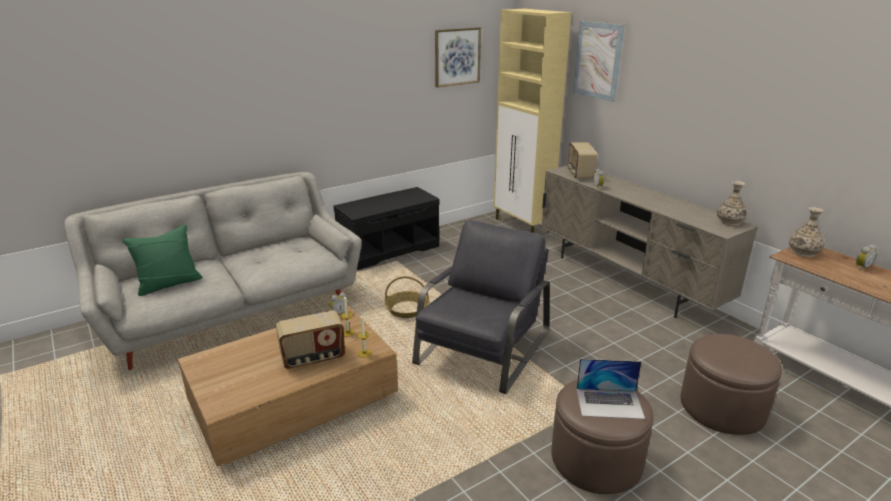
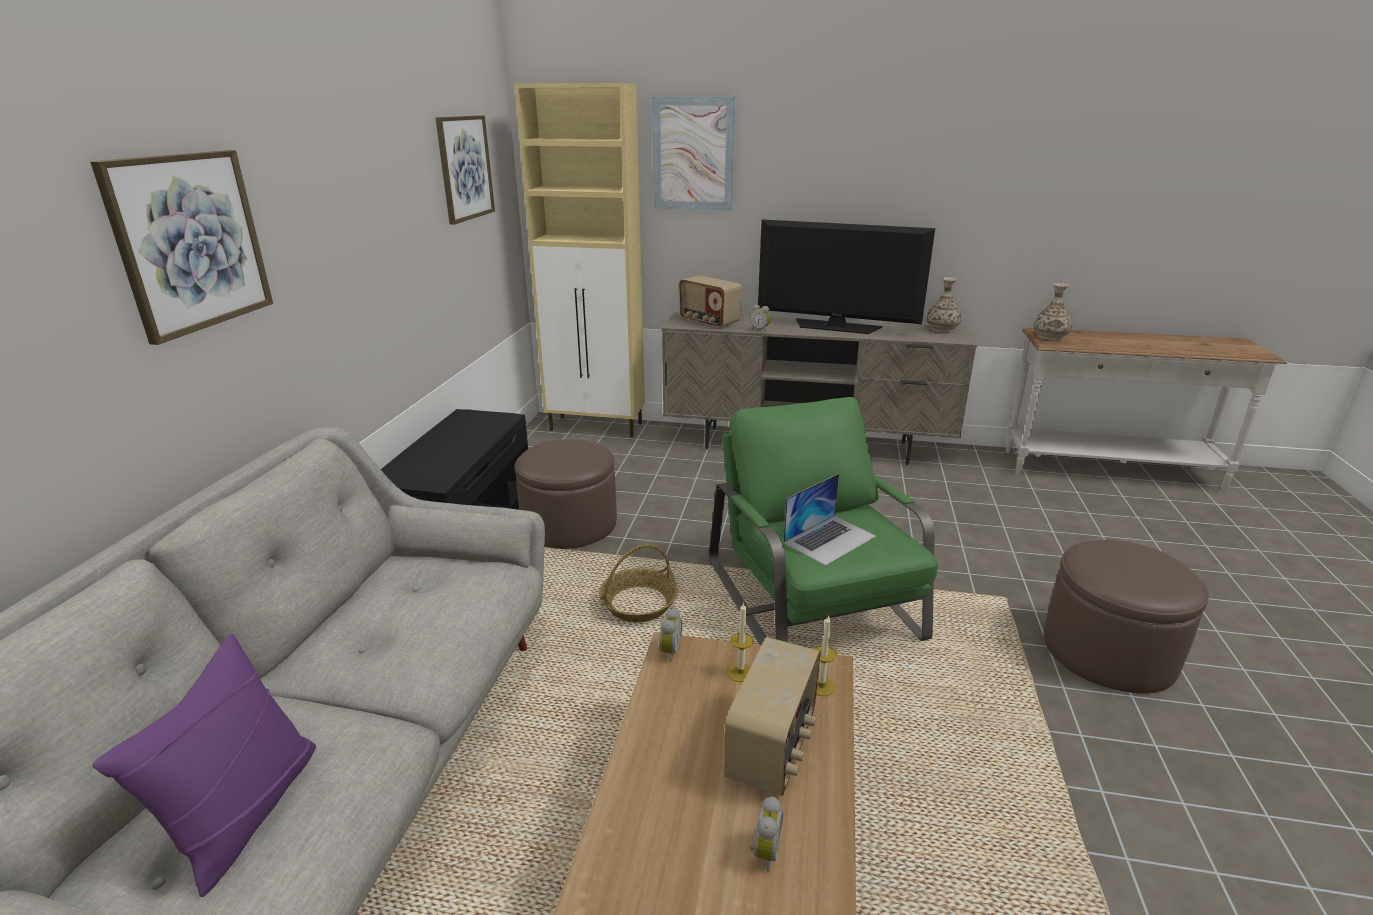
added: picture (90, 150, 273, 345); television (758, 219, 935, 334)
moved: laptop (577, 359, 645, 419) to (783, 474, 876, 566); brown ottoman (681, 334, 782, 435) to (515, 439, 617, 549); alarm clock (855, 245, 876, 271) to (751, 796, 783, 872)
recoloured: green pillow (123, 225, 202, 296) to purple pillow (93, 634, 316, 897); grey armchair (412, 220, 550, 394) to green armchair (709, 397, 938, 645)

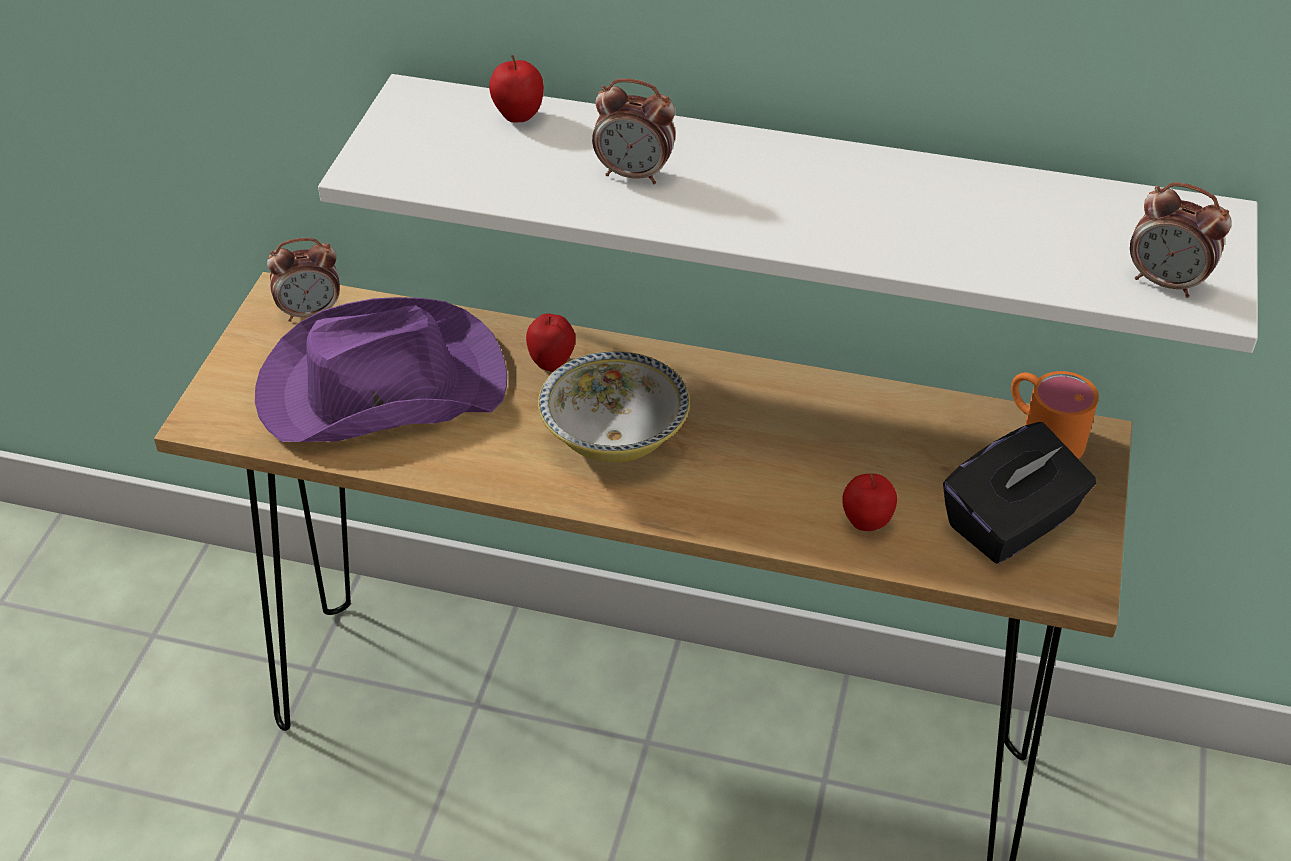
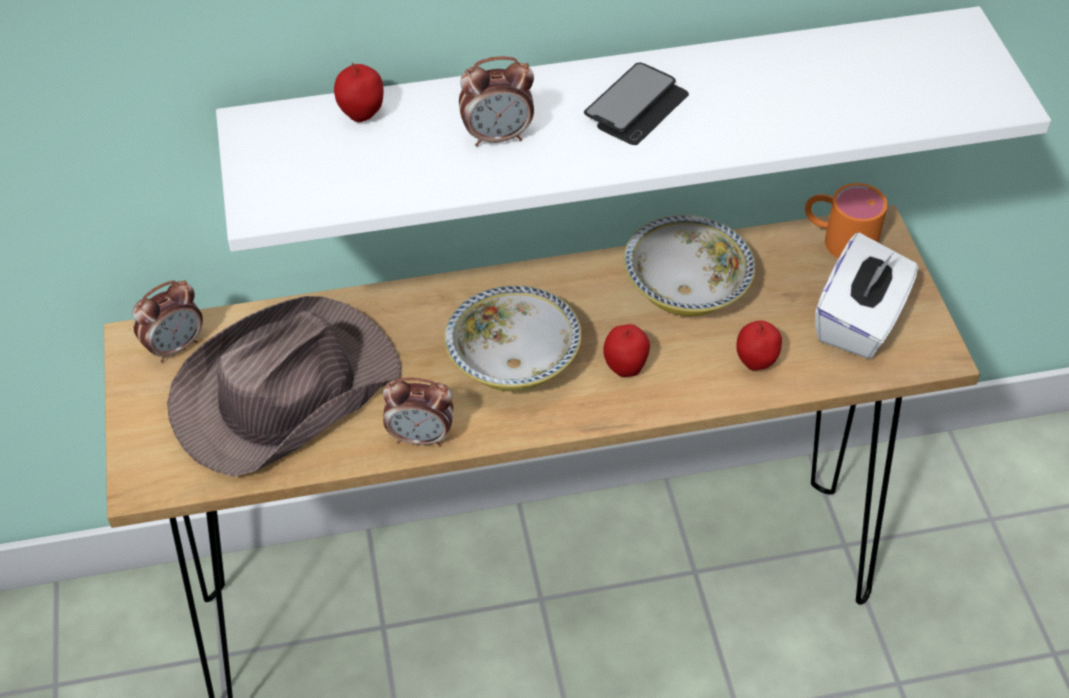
added: phone (584, 63, 689, 145); bowl (624, 215, 755, 316)
moved: apple (526, 314, 575, 372) to (603, 324, 650, 377); alarm clock (1130, 182, 1232, 298) to (383, 377, 453, 447)
recoloured: purple hat (255, 297, 507, 442) to brown hat (167, 296, 402, 477); black tissue box (943, 422, 1096, 564) to white tissue box (815, 233, 918, 359)

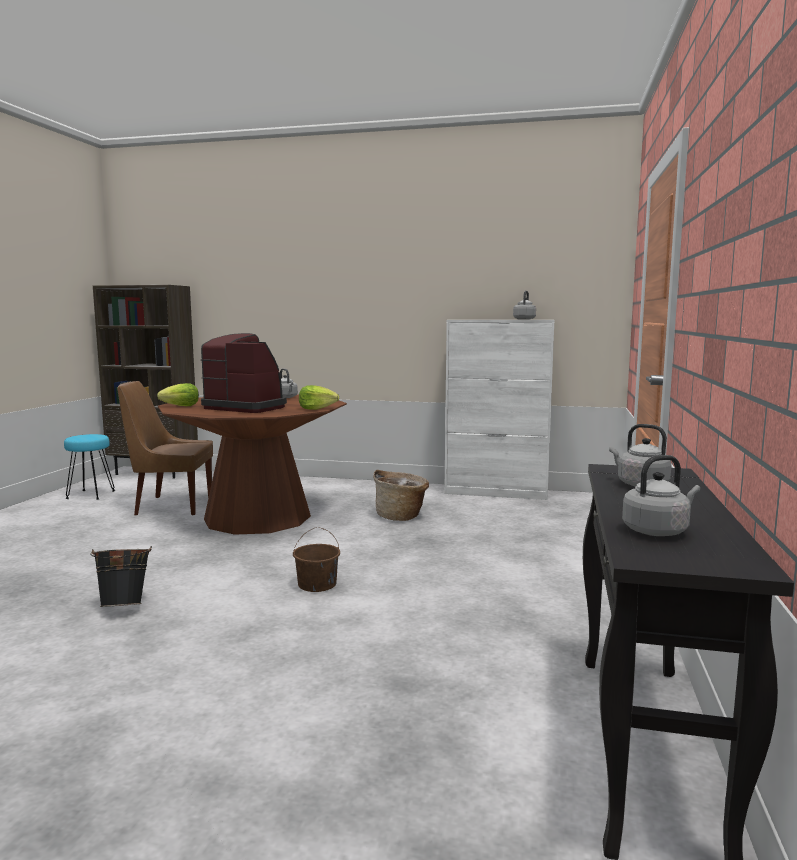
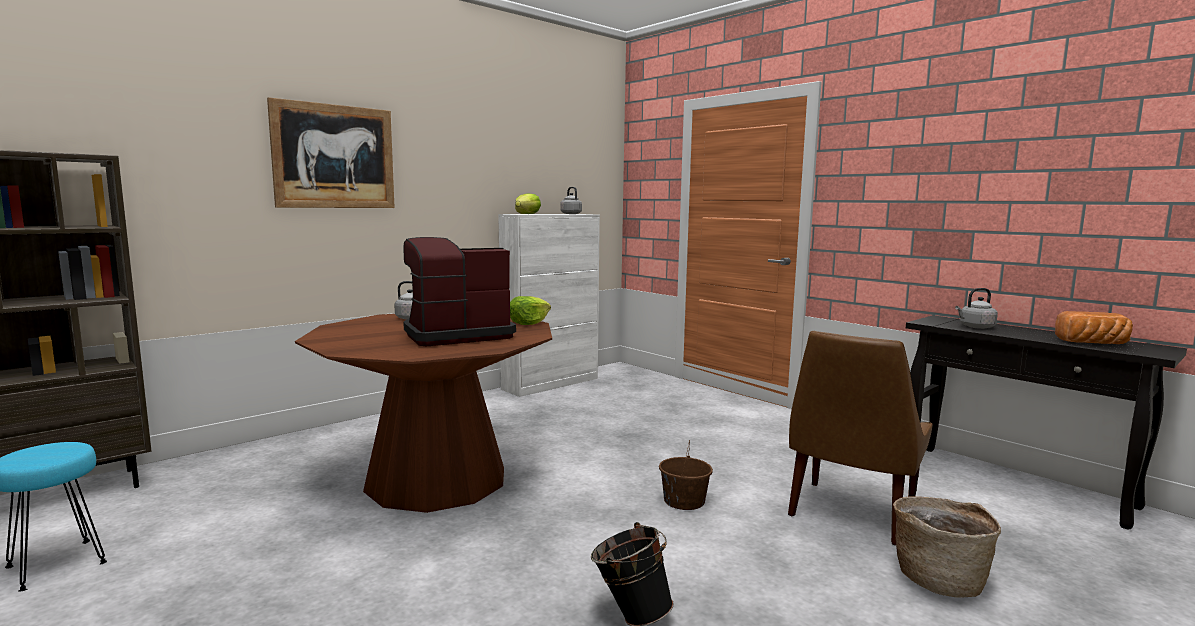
added: picture (267, 97, 395, 208)
moved: brown chair (117, 381, 213, 516) to (788, 331, 933, 546); lettuce (157, 383, 199, 406) to (515, 193, 541, 214); basket (373, 470, 429, 521) to (893, 496, 1001, 598)
replaced: grey kettle (622, 455, 700, 536) to bread (1055, 311, 1133, 344)

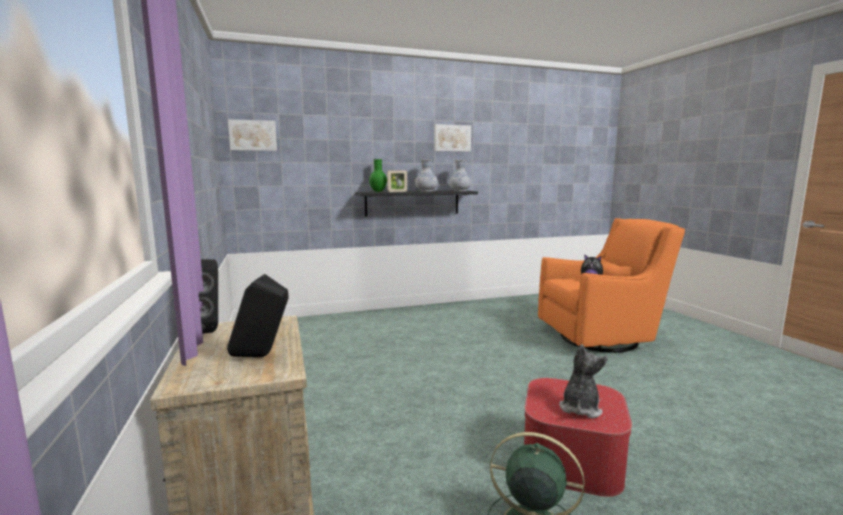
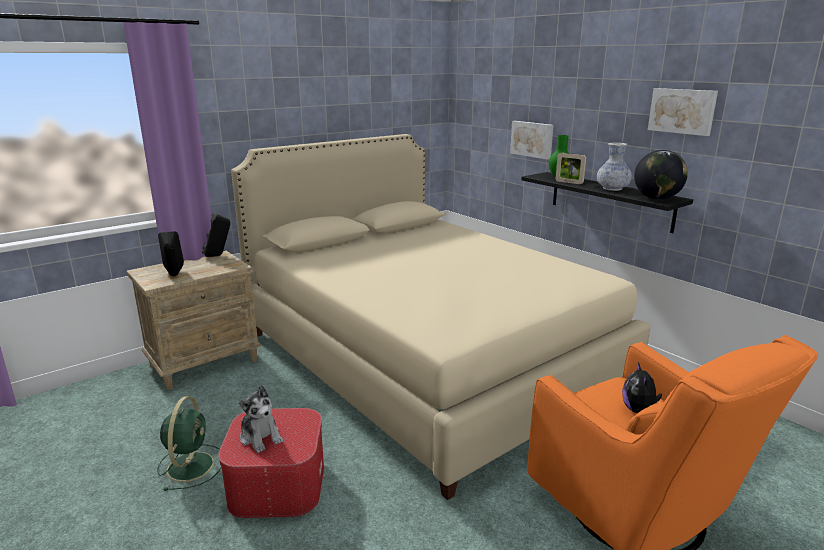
added: beige bed (231, 134, 651, 500)
moved: picture (228, 119, 277, 151) to (510, 121, 554, 160)
replaced: vase (449, 160, 471, 191) to globe (634, 150, 688, 200)
turned: plush toy (559, 344, 608, 418) = (239, 385, 283, 453) 45 degrees clockwise

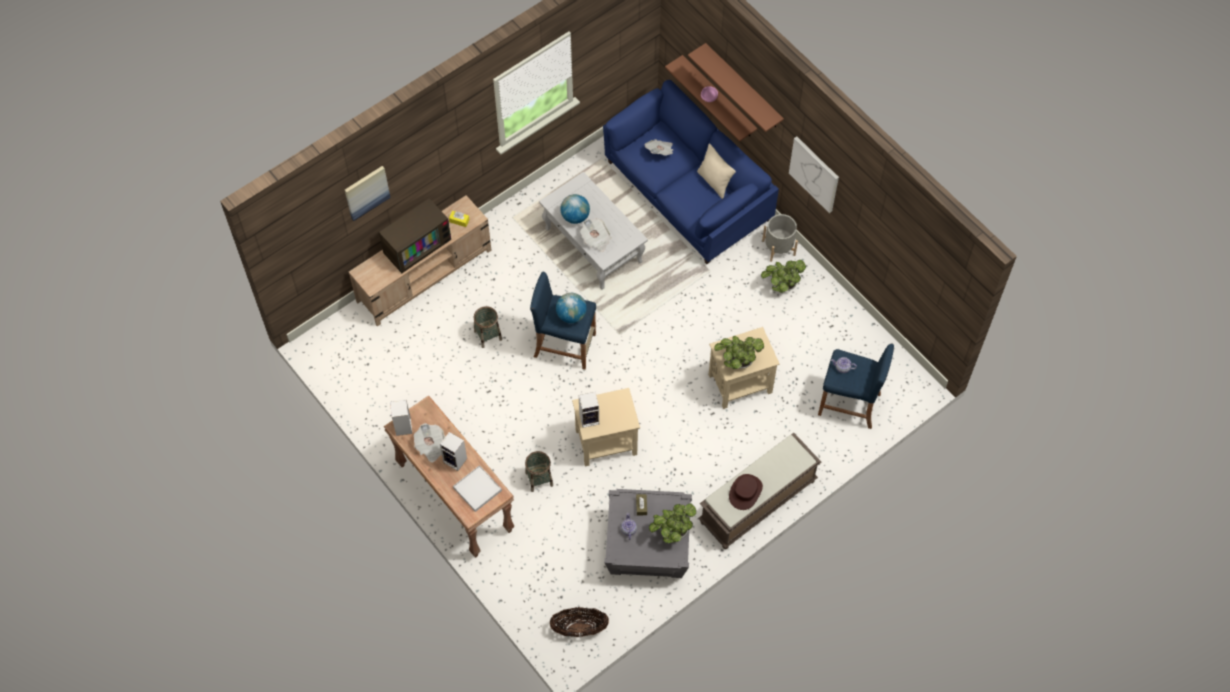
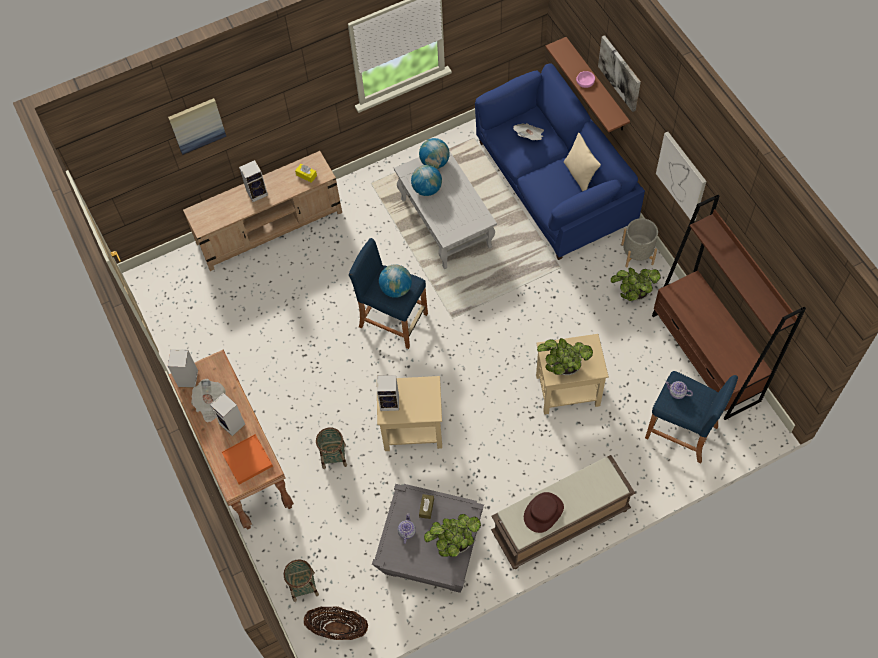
removed: newspaper (580, 218, 612, 252)
added: globe (419, 138, 450, 169); brown bookcase (652, 195, 806, 420)
moved: basket (474, 306, 502, 348) to (284, 559, 319, 602)
replaced: television (379, 198, 451, 273) to speaker (239, 160, 268, 202); brown shelf (688, 43, 784, 132) to picture (598, 35, 641, 112)
recoloured: white tray (453, 465, 502, 512) to orange tray (222, 434, 273, 485)

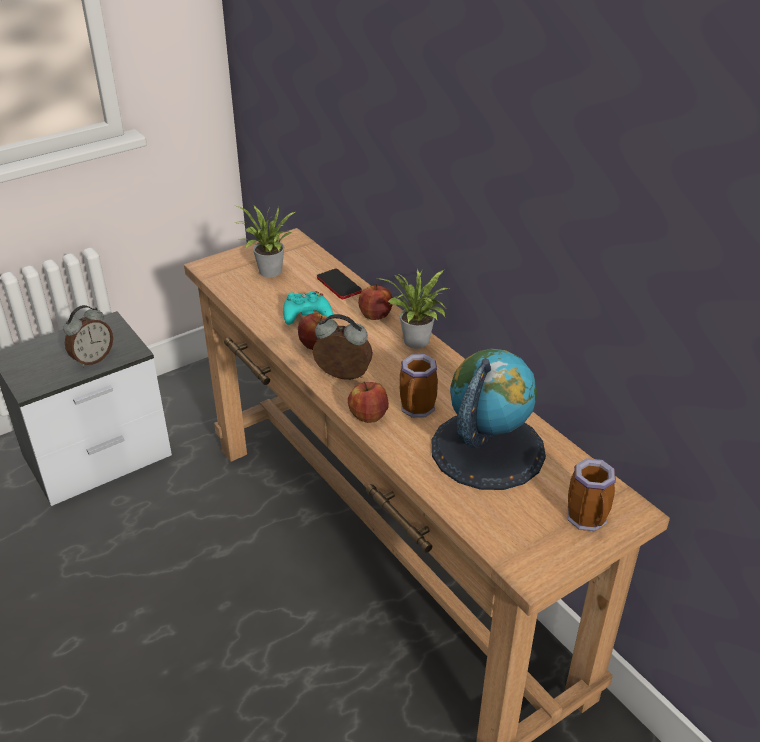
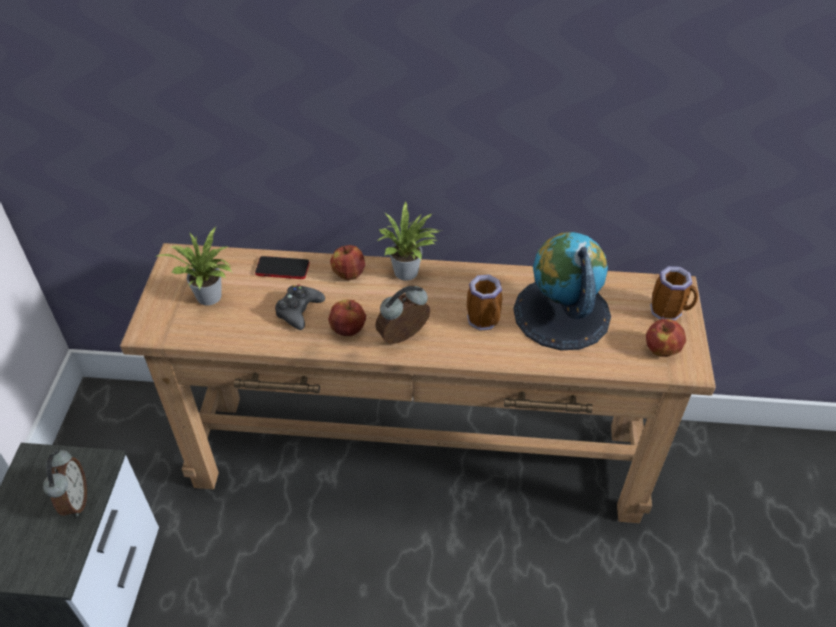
moved: apple (348, 381, 389, 423) to (646, 319, 686, 357)
recoloured: turquoise game controller (283, 291, 333, 325) to black game controller (275, 284, 325, 330)

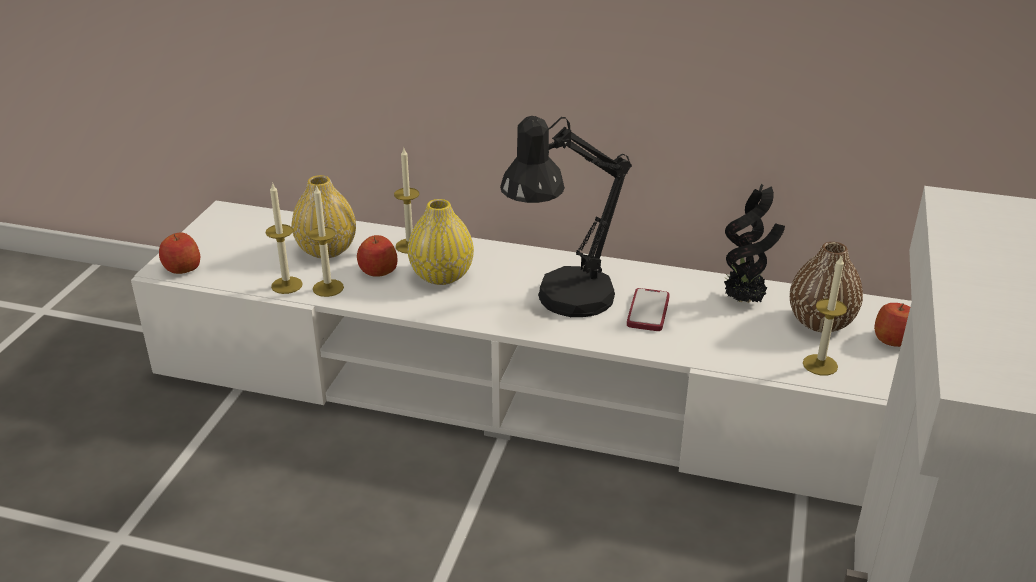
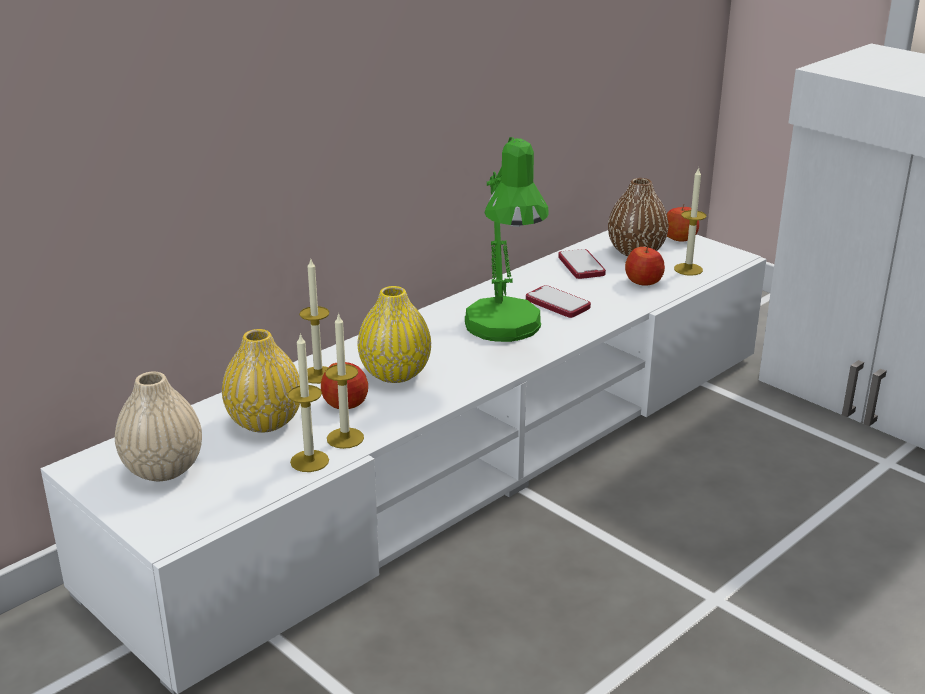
added: beige vase (115, 372, 202, 481)
moved: apple (159, 233, 200, 274) to (625, 246, 665, 286)
replaced: potted plant (724, 184, 785, 303) to phone (558, 249, 606, 279)
recoloured: black table lamp (500, 116, 632, 317) to green table lamp (465, 137, 549, 342)

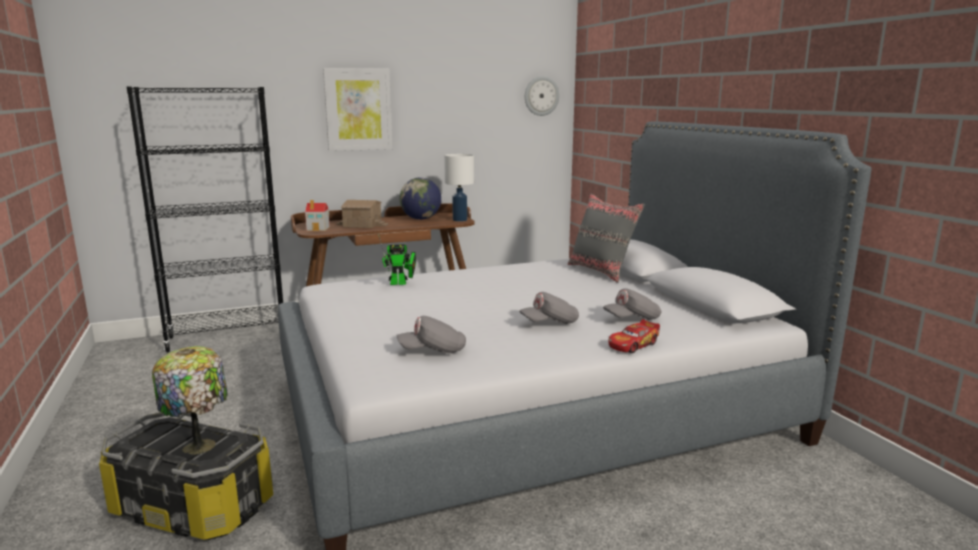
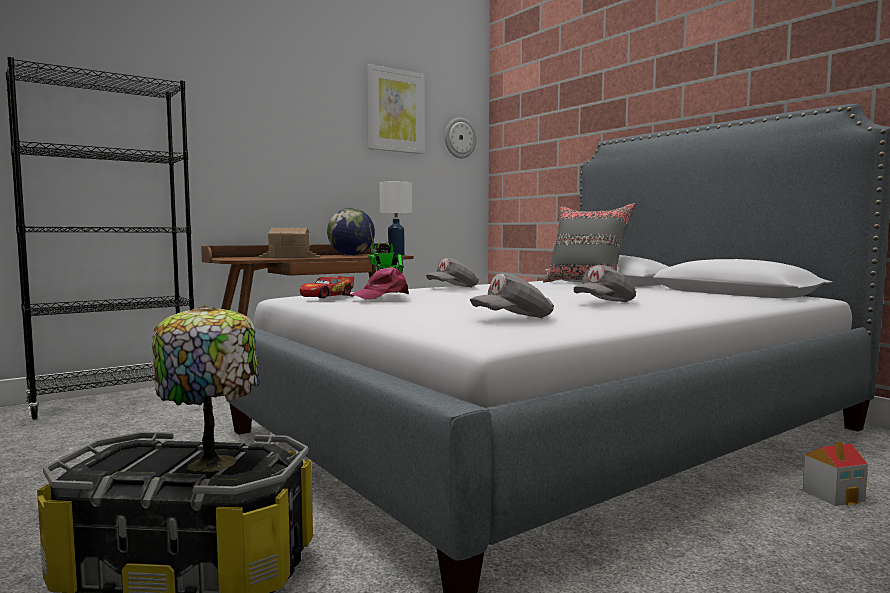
added: pink cap (348, 267, 409, 300)
moved: toy house (305, 200, 330, 231) to (803, 441, 868, 506); picture (323, 68, 393, 151) to (367, 64, 425, 154); grey cap (603, 288, 662, 320) to (426, 258, 479, 287); toy car (608, 319, 660, 353) to (300, 276, 354, 298)

